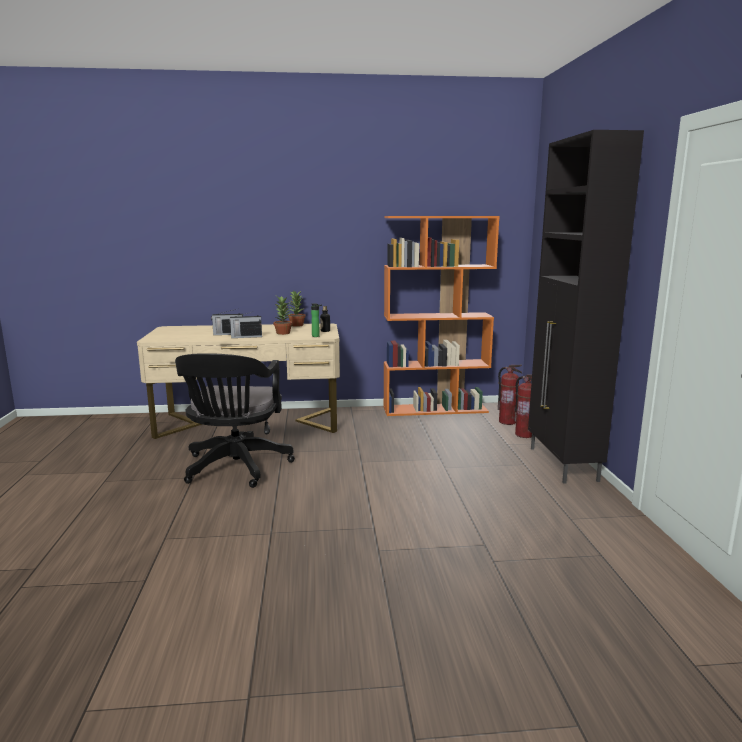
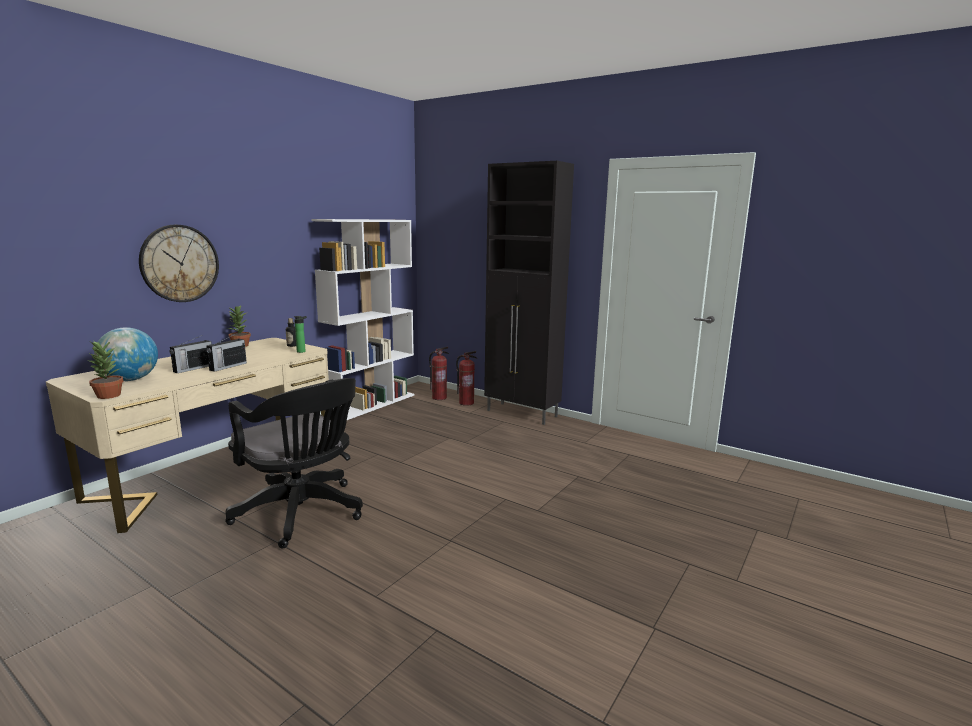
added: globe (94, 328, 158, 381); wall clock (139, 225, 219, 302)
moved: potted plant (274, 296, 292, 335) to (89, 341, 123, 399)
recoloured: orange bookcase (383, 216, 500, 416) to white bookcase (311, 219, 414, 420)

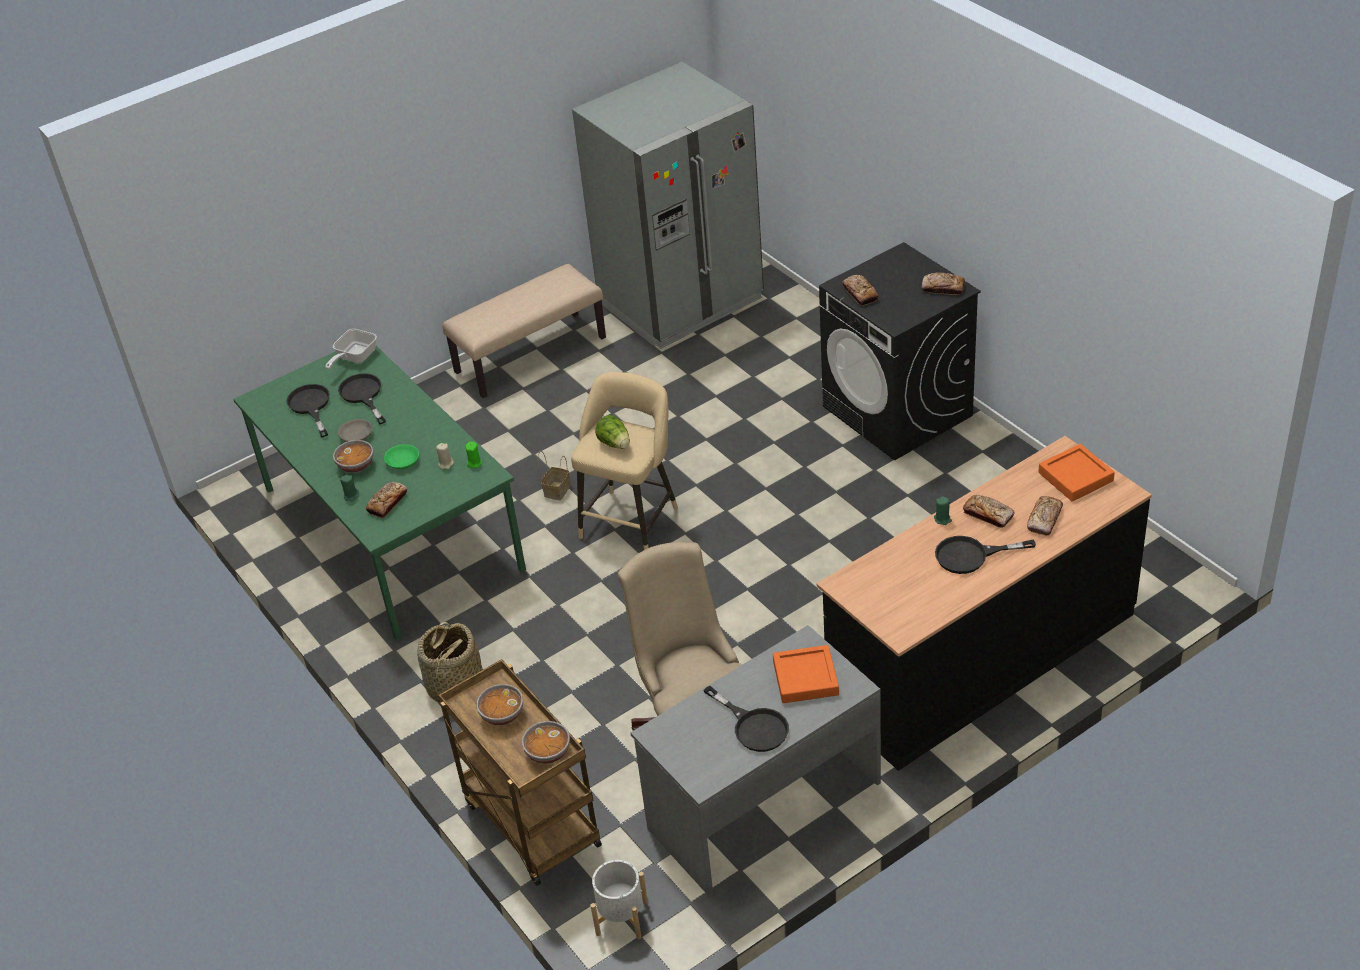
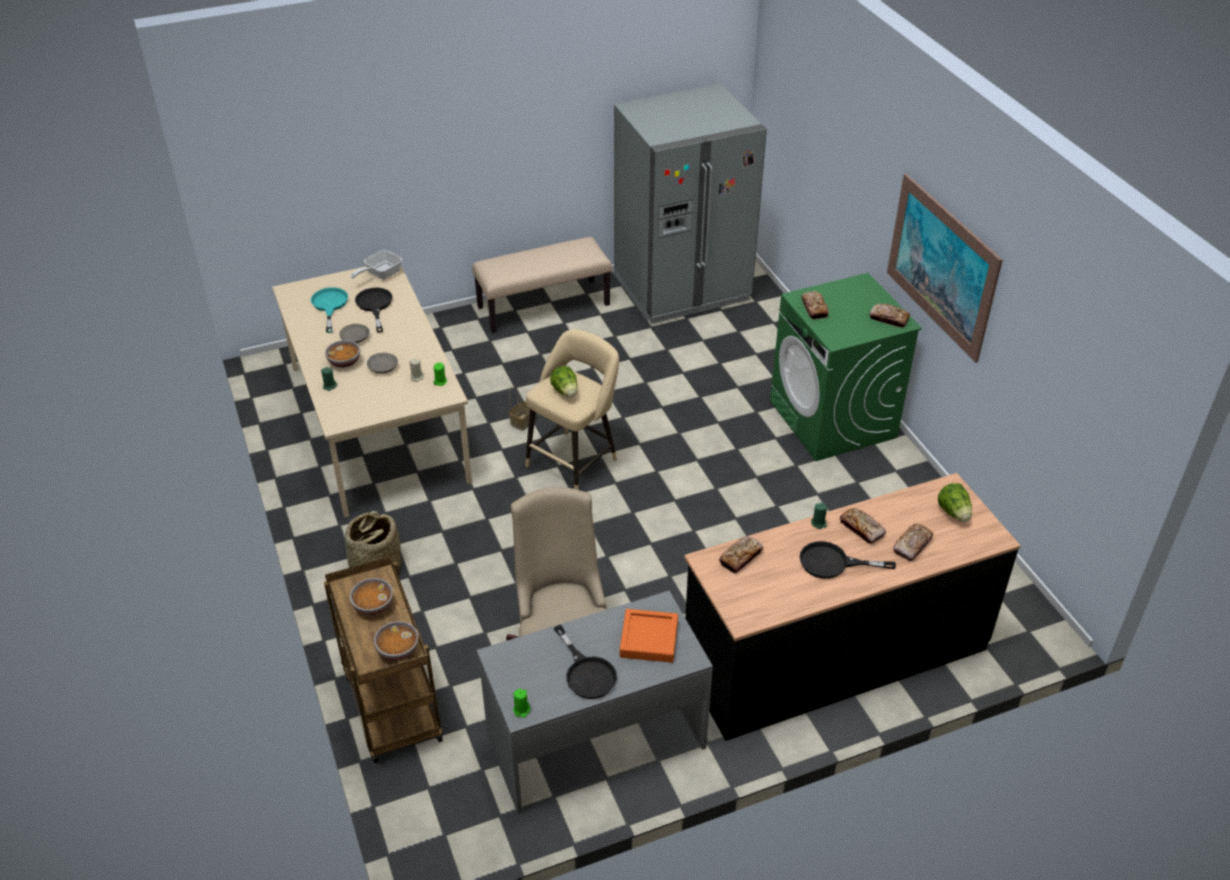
removed: white planter (590, 860, 648, 939)
added: green candle (513, 689, 530, 718); picture (887, 174, 1003, 363)
moved: bread (366, 482, 407, 518) to (719, 536, 763, 574)
replaced: orange tray (1038, 444, 1115, 501) to lettuce (938, 483, 972, 522)
recoloured: green dining table (233, 346, 526, 641) to beige dining table (272, 266, 472, 518); black frying pan (286, 384, 330, 437) to turquoise frying pan (311, 287, 348, 333); green bowl (384, 444, 419, 469) to grey bowl (367, 353, 398, 374); black washing machine (819, 242, 981, 460) to green washing machine (770, 273, 922, 461)

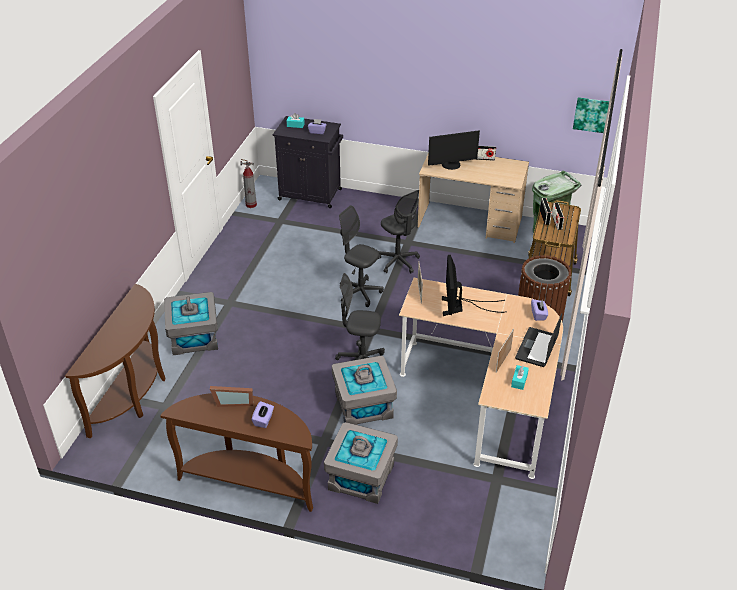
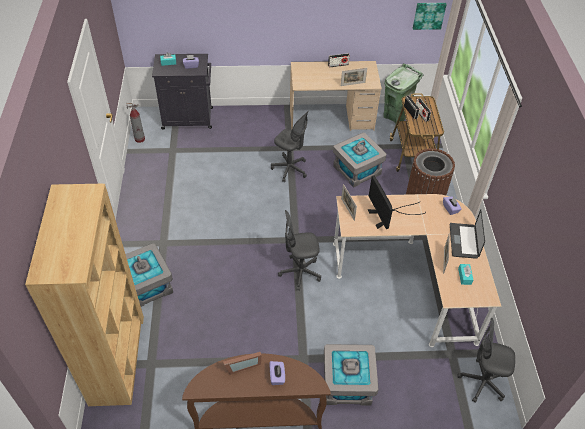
removed: monitor (428, 130, 480, 170)
added: picture frame (341, 68, 367, 86)
moved: grey storage box (332, 356, 397, 425) to (333, 133, 387, 188); grey office chair (339, 205, 384, 307) to (457, 318, 515, 403)
replaced: brown console table (65, 284, 165, 438) to brown bookcase (25, 184, 144, 407)

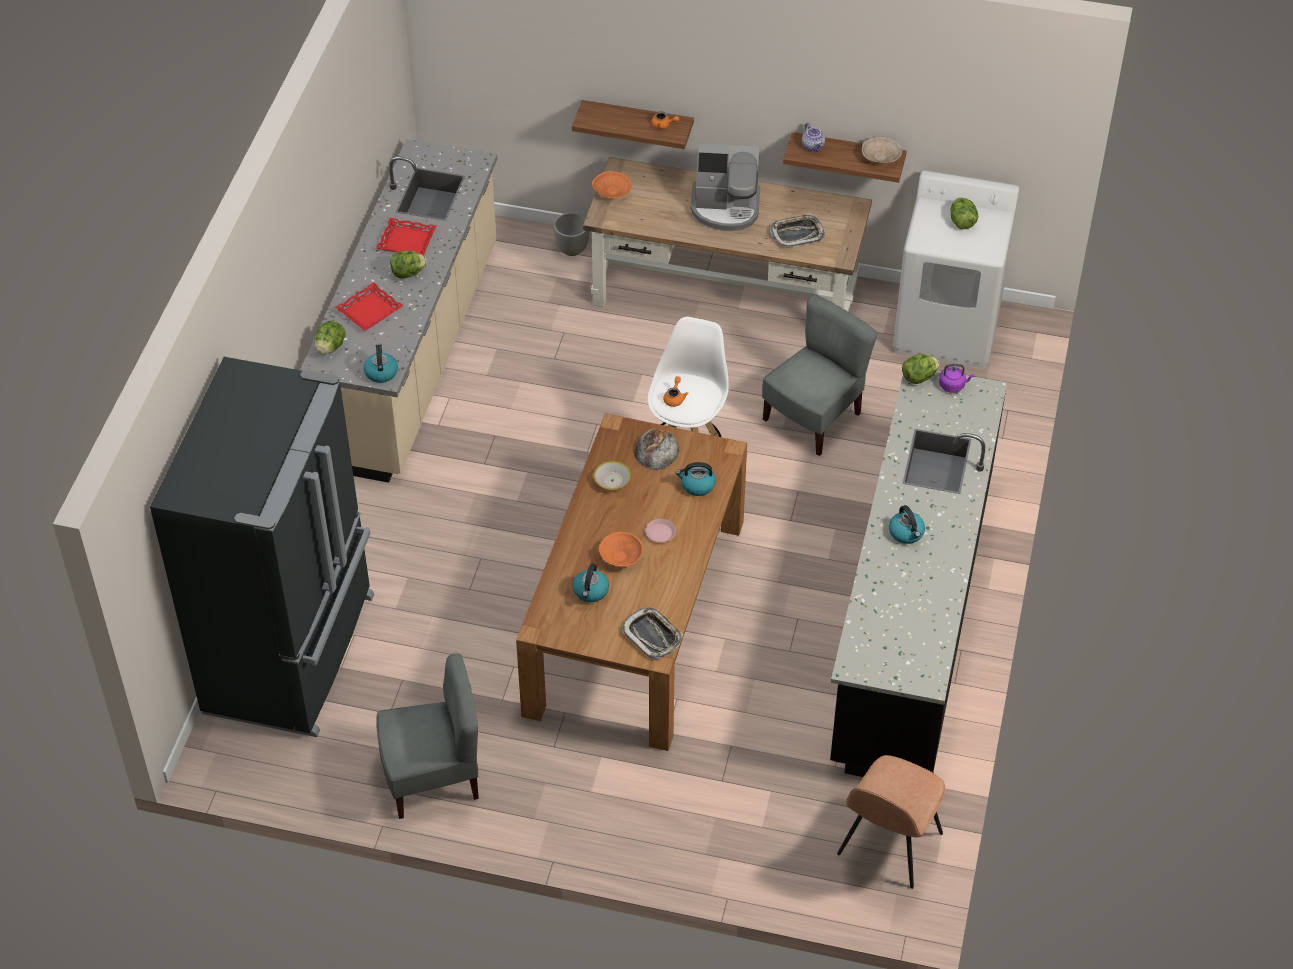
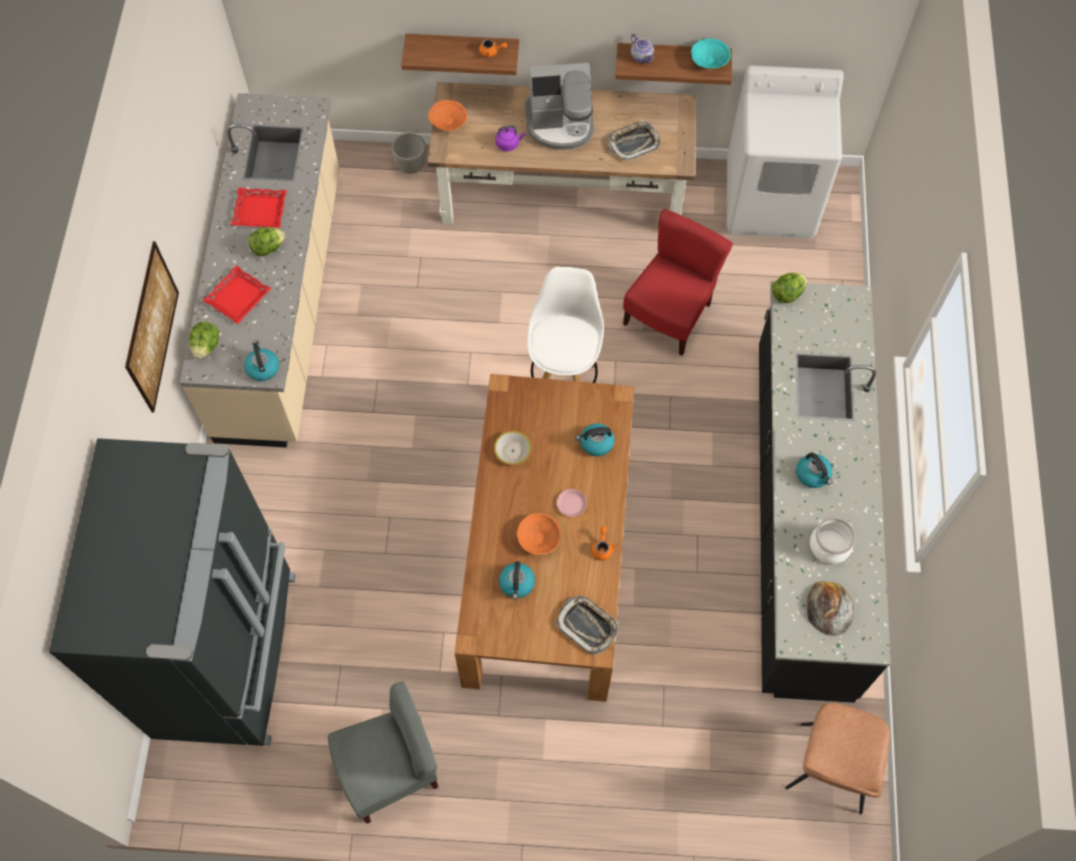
removed: lettuce (950, 197, 978, 229)
added: picture (125, 241, 179, 413); cooking pot (810, 517, 856, 564)
moved: bread (634, 428, 679, 470) to (807, 581, 854, 637); orange teapot (663, 376, 688, 407) to (591, 526, 618, 561); purple kettle (939, 364, 974, 393) to (495, 126, 526, 151)
recoloured: grey chair (762, 294, 878, 456) to red chair (623, 209, 733, 355); beige bowl (862, 137, 902, 163) to turquoise bowl (691, 38, 731, 69)

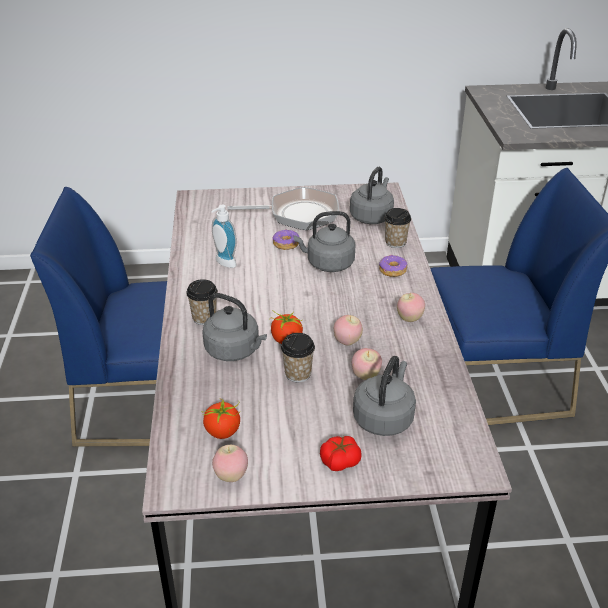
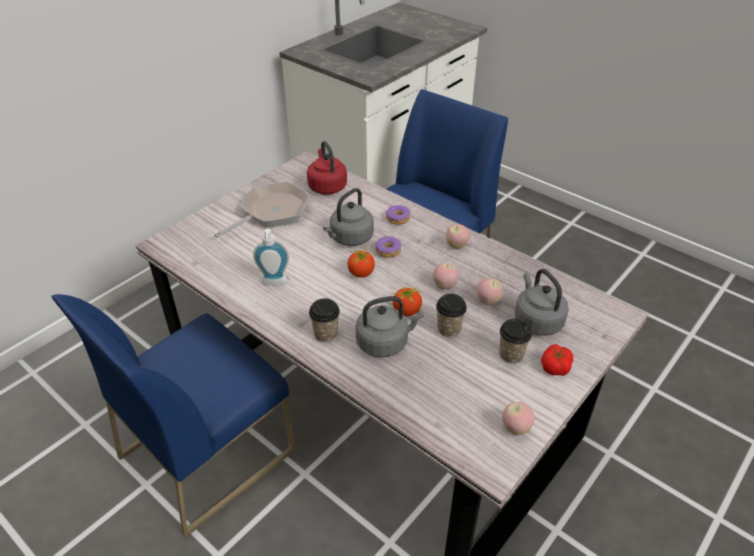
moved: tomato (202, 399, 240, 439) to (348, 245, 375, 278); donut (272, 229, 299, 250) to (375, 236, 401, 258); cup (384, 208, 411, 248) to (499, 319, 532, 364)
recoloured: grey kettle (350, 167, 394, 224) to red kettle (307, 141, 347, 195)

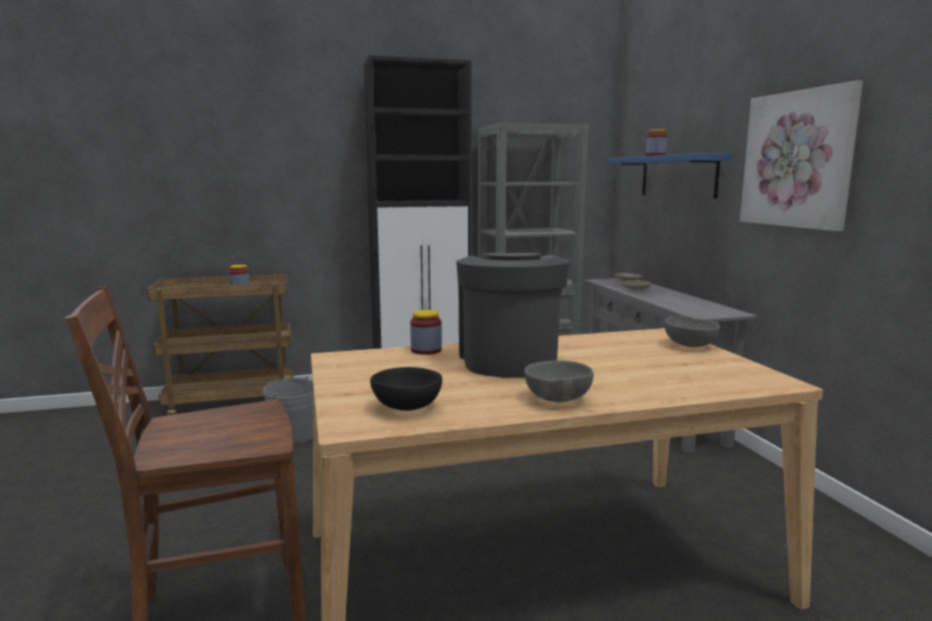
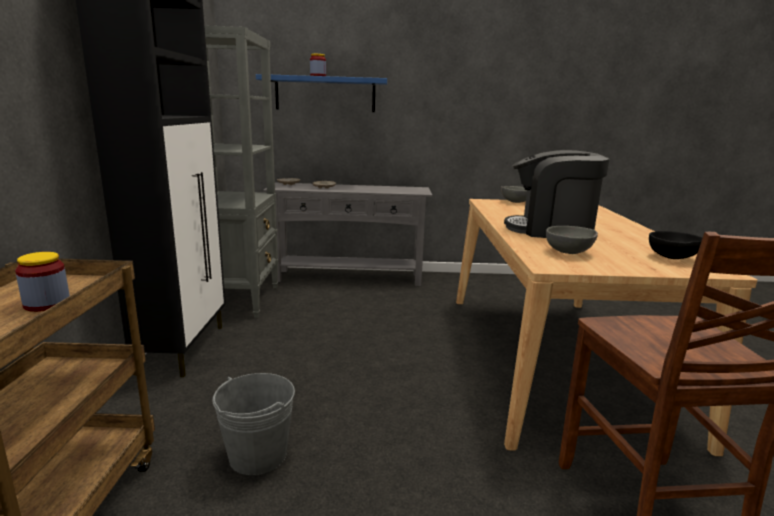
removed: jar (410, 310, 442, 355); picture (740, 81, 863, 231)
moved: grey bowl (524, 360, 593, 402) to (546, 226, 598, 254)

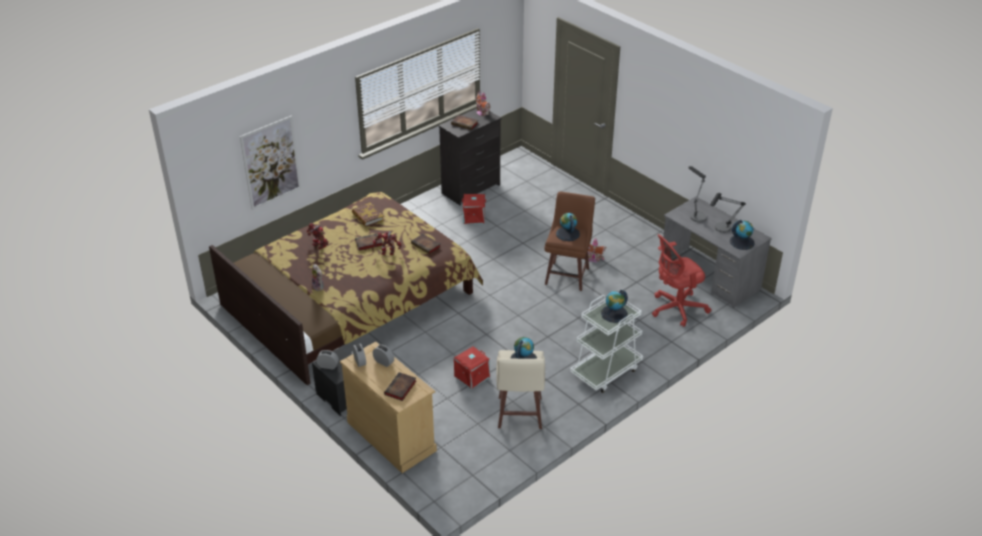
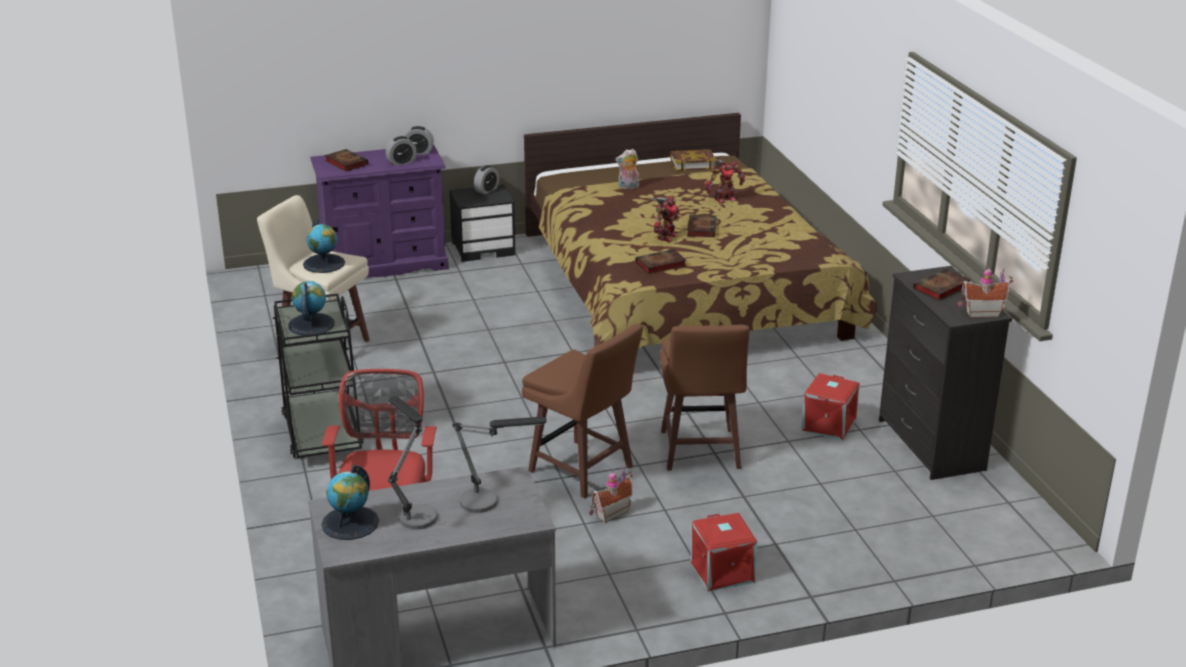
removed: picture (240, 116, 301, 210); globe (556, 213, 580, 241)
added: brown stool (660, 325, 750, 470)
moved: book (352, 203, 384, 227) to (670, 149, 717, 171); red storage box (454, 346, 490, 389) to (690, 513, 758, 592)
recoloured: beige dresser (340, 341, 437, 473) to purple dresser (310, 144, 449, 277); white cart (570, 295, 643, 393) to black cart (273, 293, 364, 458)

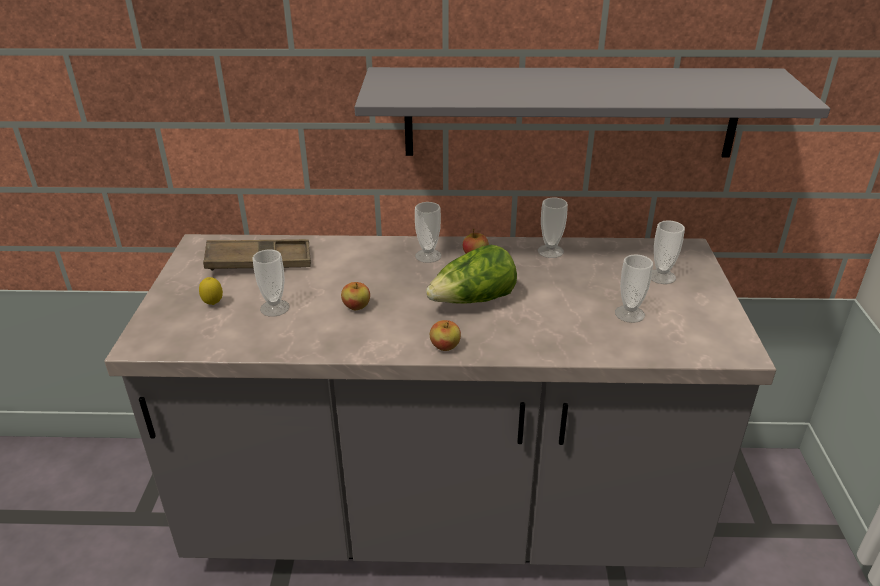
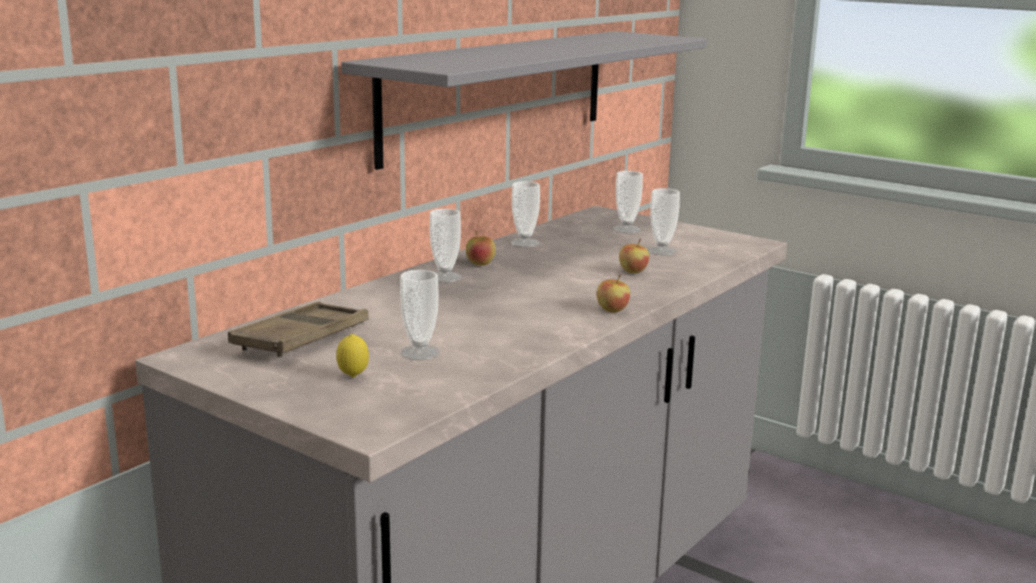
removed: lettuce (426, 245, 517, 304)
moved: apple (341, 282, 370, 310) to (619, 239, 649, 273)

